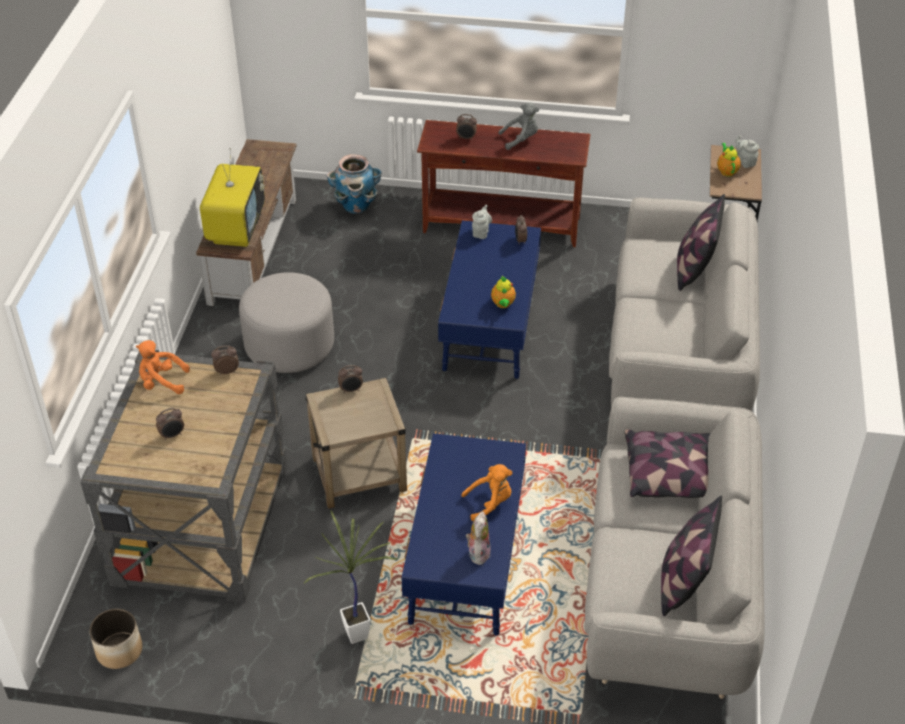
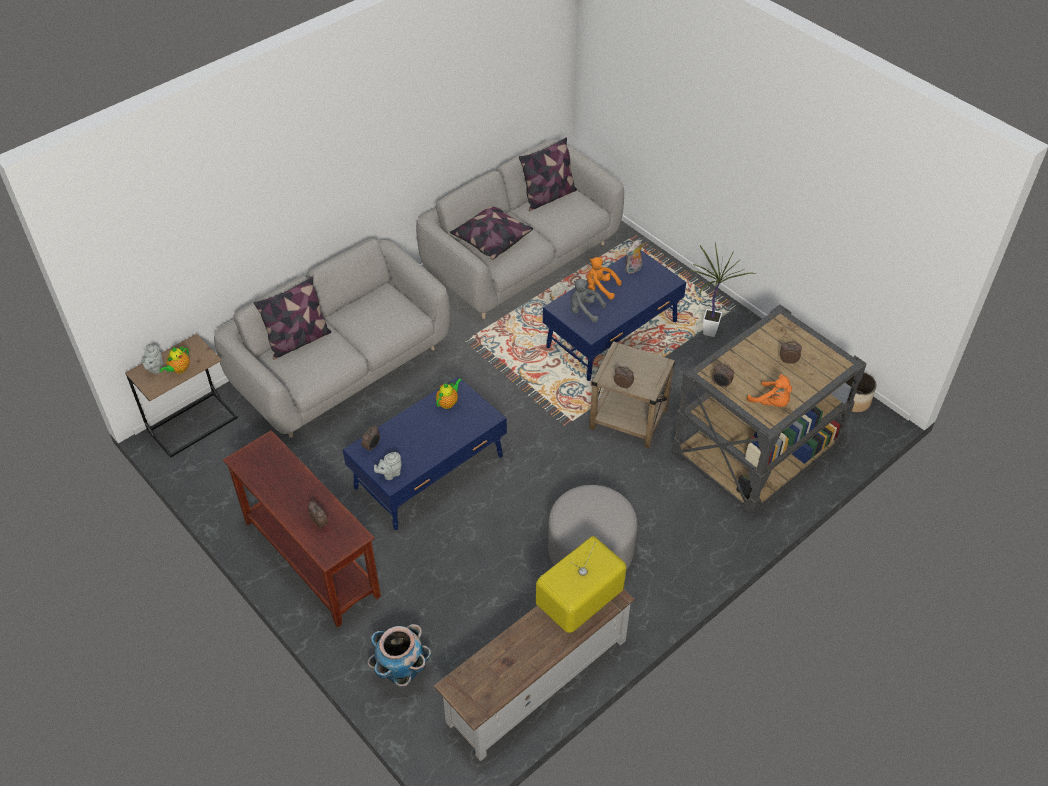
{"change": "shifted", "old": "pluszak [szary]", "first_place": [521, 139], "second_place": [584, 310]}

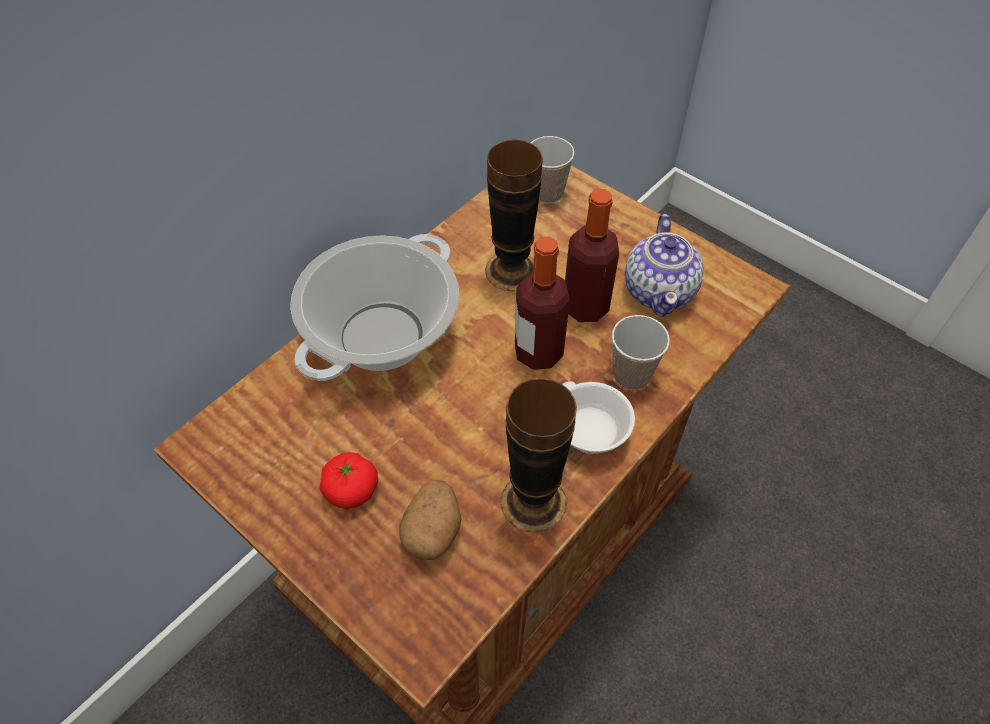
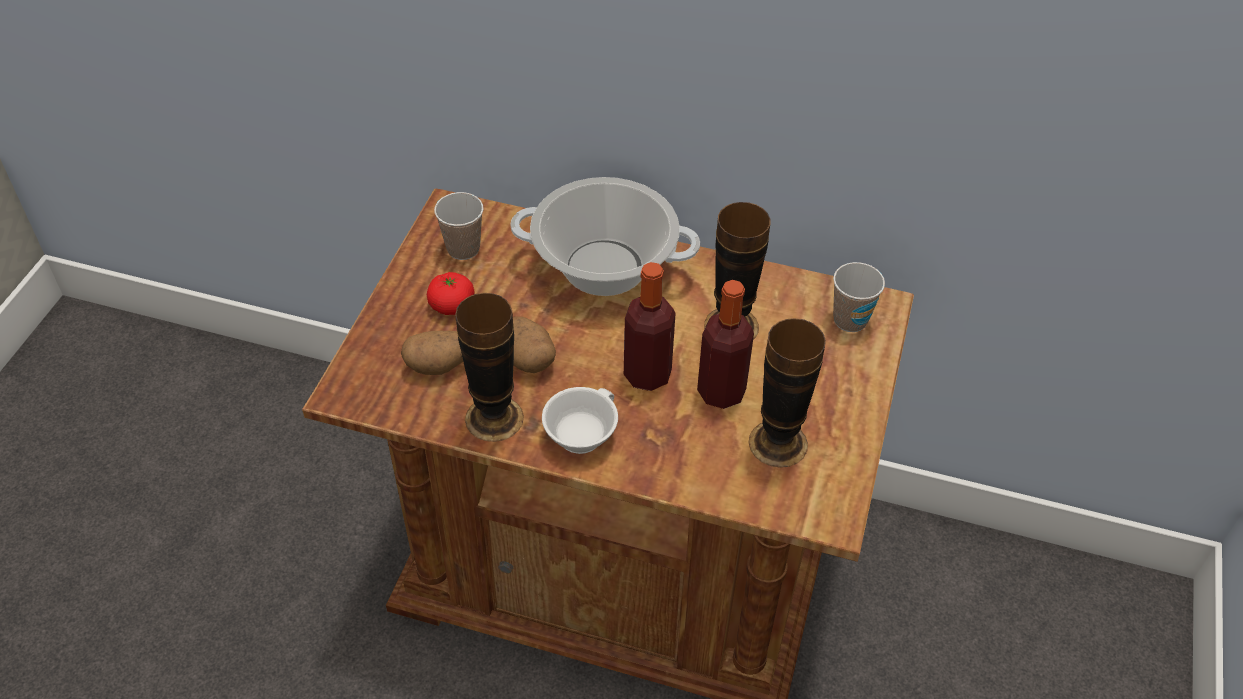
{"change": "shifted", "old": "filiżanka", "first_place": [631, 375], "second_place": [463, 249]}
{"change": "swapped", "old": "imbryk", "new": "wazon", "first_place": [660, 291], "second_place": [778, 443]}
{"change": "new", "new": "ziemniak", "second_place": [528, 358]}

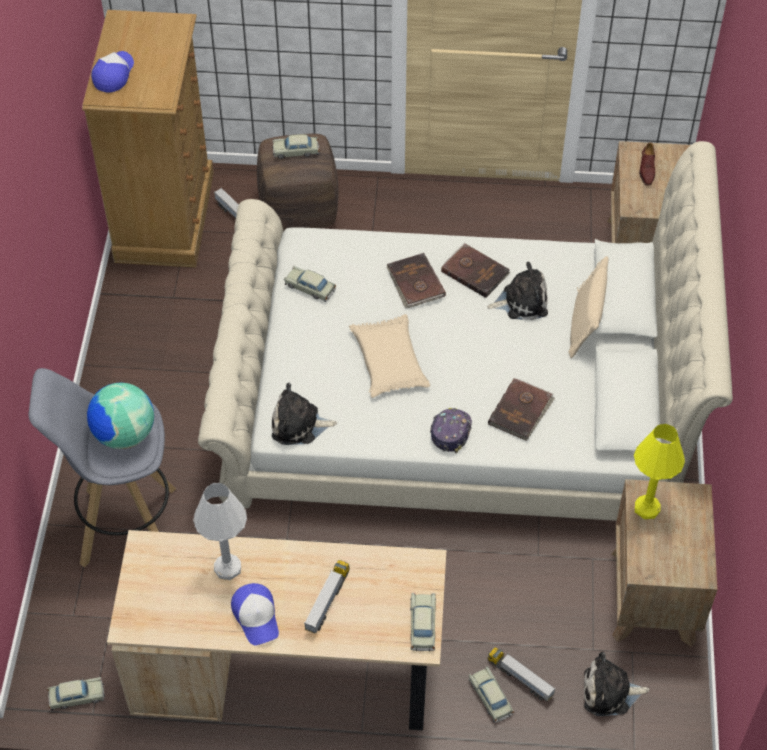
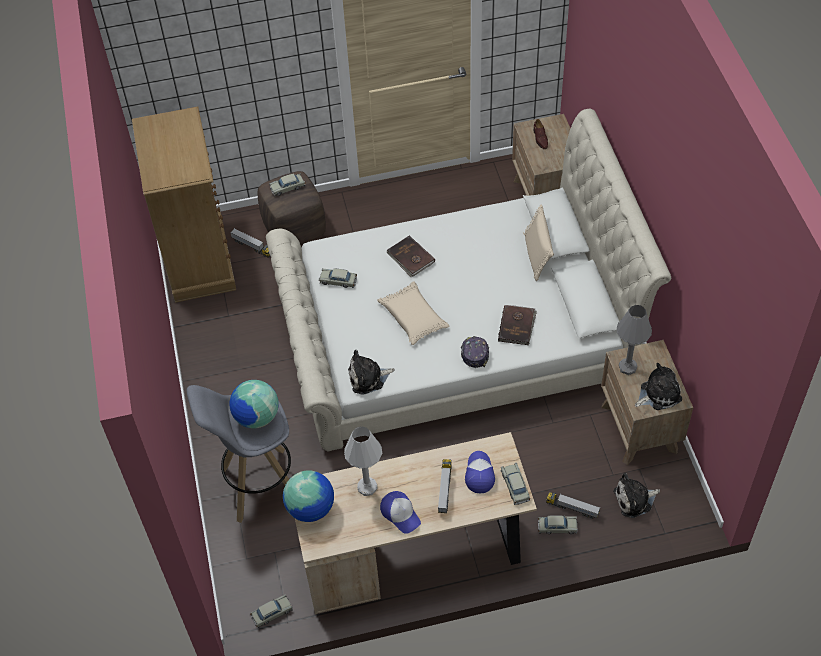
{"change": "shifted", "old": "czapka z daszkiem", "first_place": [113, 74], "second_place": [479, 474]}
{"change": "gone", "old": "książka [brązowy]", "first_place": [475, 271]}
{"change": "rotated", "old": "samochodzik [beżowy]", "first_place": [490, 697], "second_place": [557, 527], "degrees": 135}
{"change": "shifted", "old": "pluszak", "first_place": [521, 301], "second_place": [658, 393]}
{"change": "repainted", "old": "lampa stołowa [żółty]", "new": "lampa stołowa [szary]", "first_place": [646, 508], "second_place": [627, 367]}
{"change": "new", "new": "globus", "second_place": [311, 508]}

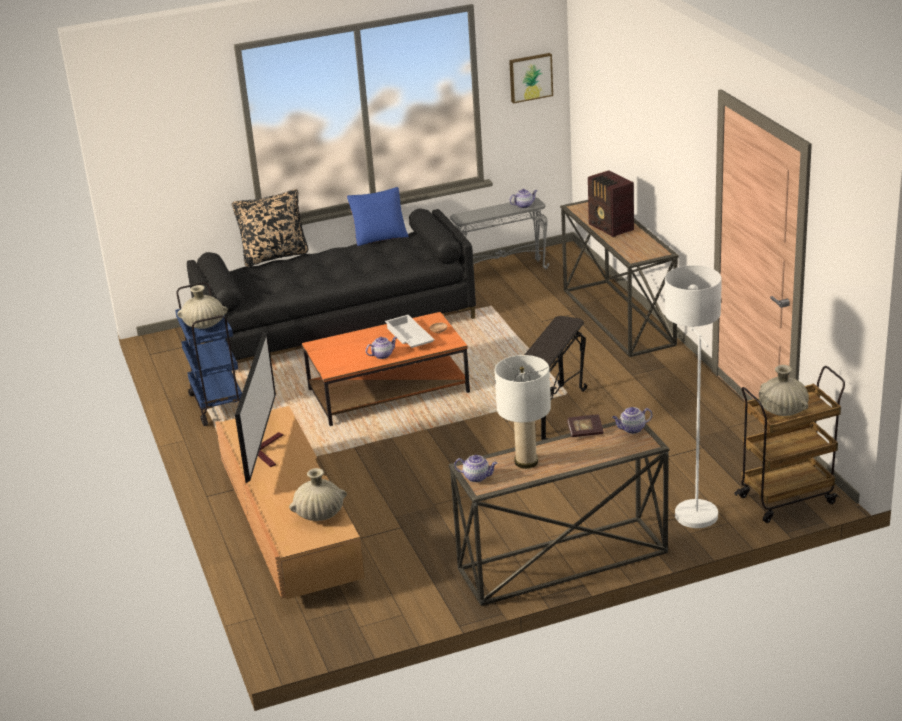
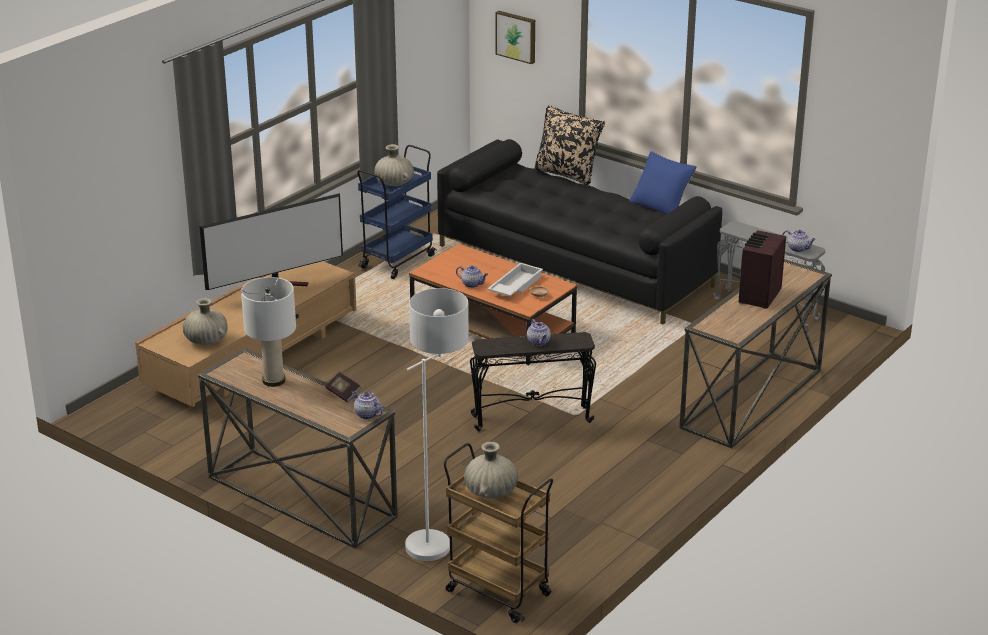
{"change": "shifted", "old": "imbryk", "first_place": [477, 477], "second_place": [539, 342]}
{"change": "shifted", "old": "obraz", "first_place": [530, 77], "second_place": [516, 36]}

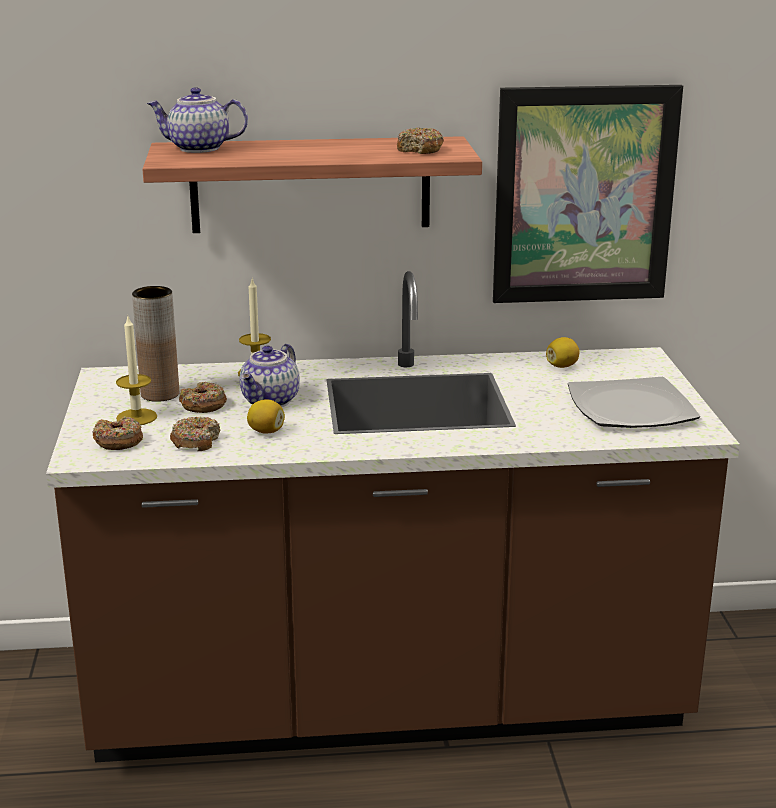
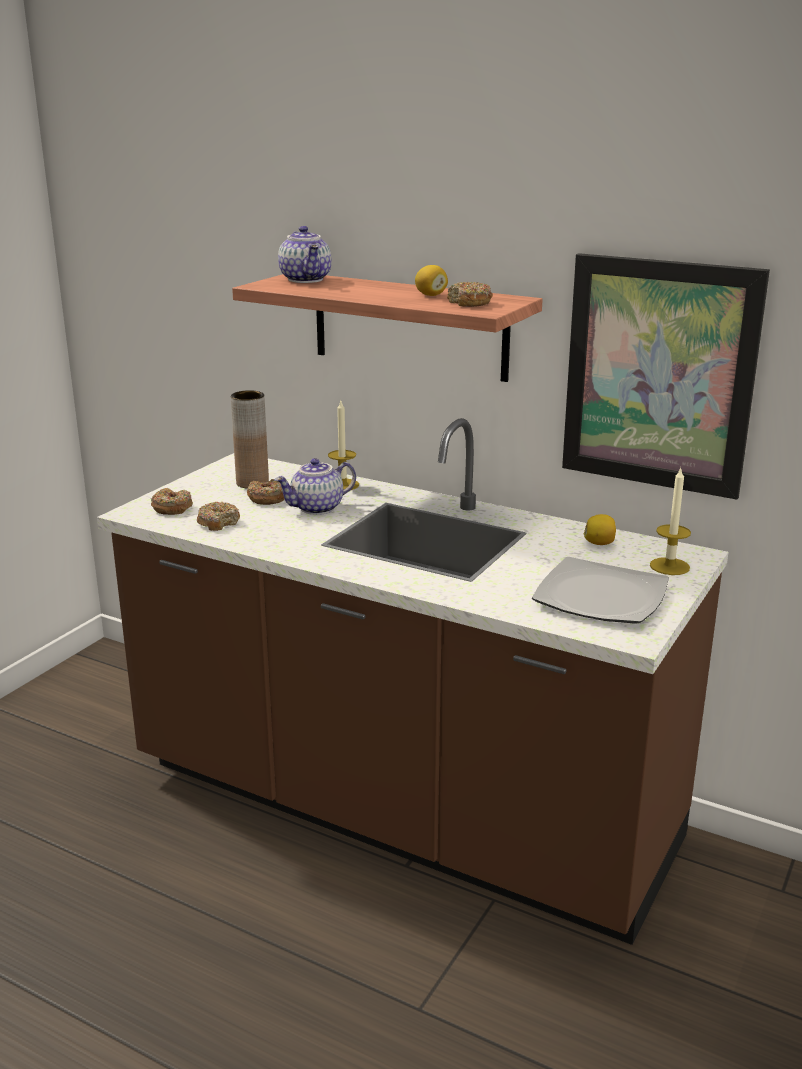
{"change": "shifted", "old": "świeca", "first_place": [136, 417], "second_place": [669, 566]}
{"change": "rotated", "old": "imbryk", "first_place": [198, 149], "second_place": [307, 279], "degrees": -150}
{"change": "shifted", "old": "cytryna", "first_place": [266, 431], "second_place": [430, 295]}

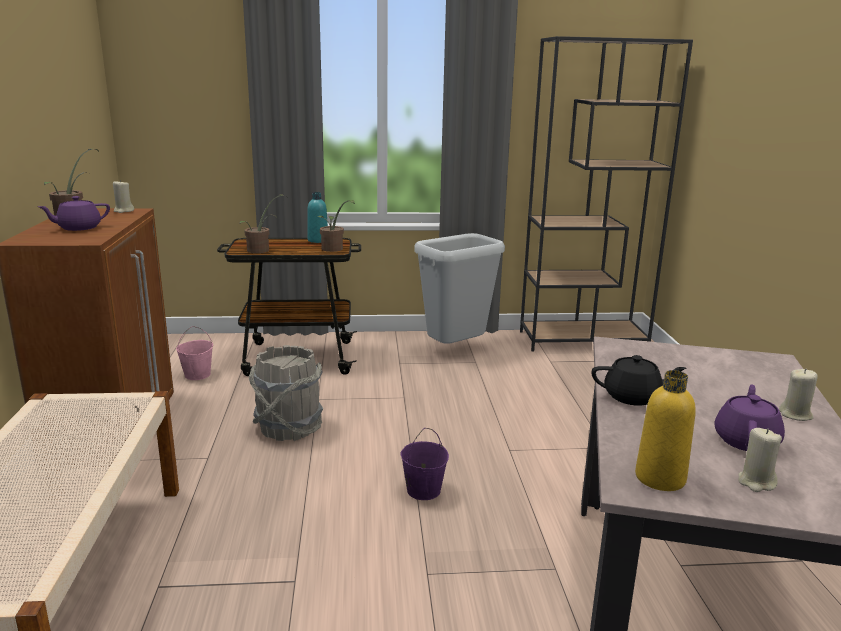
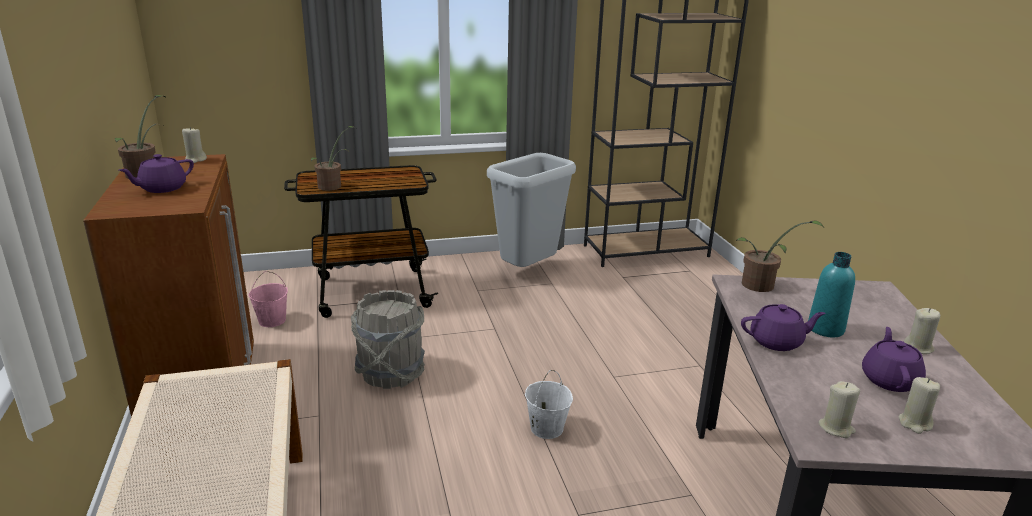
{"change": "shifted", "old": "butelka [turkusowy]", "first_place": [318, 240], "second_place": [825, 329]}
{"change": "shifted", "old": "roślina doniczkowa", "first_place": [333, 249], "second_place": [762, 286]}
{"change": "repainted", "old": "wiadro [fioletowy]", "new": "wiadro [biały]", "first_place": [423, 490], "second_place": [546, 428]}
{"change": "repainted", "old": "imbryk [czarny]", "new": "imbryk [fioletowy]", "first_place": [633, 397], "second_place": [777, 342]}
{"change": "swapped", "old": "butelka [żółty]", "new": "świeca [beżowy]", "first_place": [660, 478], "second_place": [836, 428]}

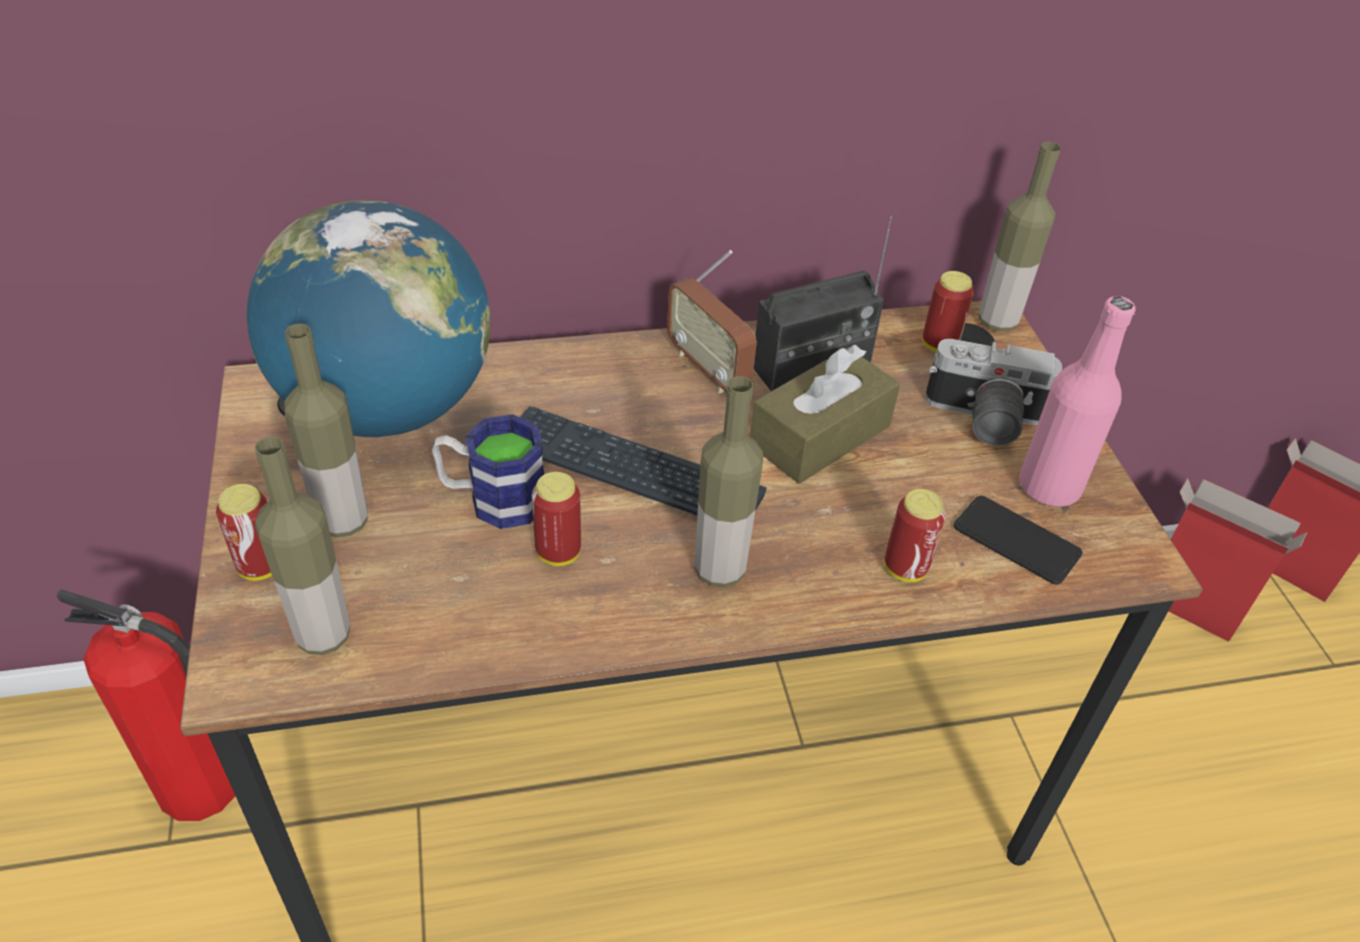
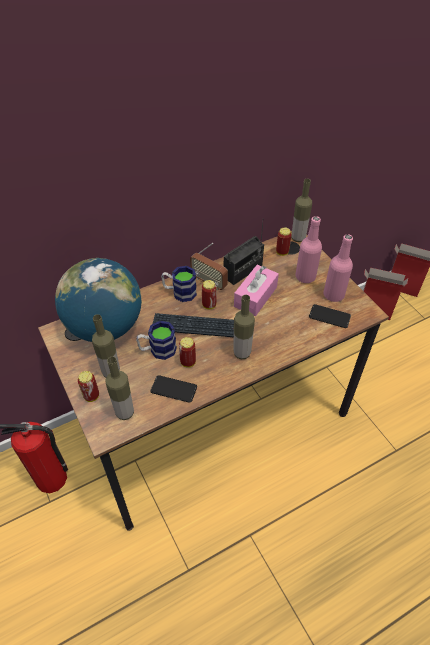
{"change": "repainted", "old": "pudełko chusteczek [brązowy]", "new": "pudełko chusteczek [różowy]", "first_place": [820, 435], "second_place": [255, 297]}
{"change": "shifted", "old": "puszka", "first_place": [905, 569], "second_place": [209, 305]}
{"change": "swapped", "old": "aparat fotograficzny", "new": "butelka [różowy]", "first_place": [982, 420], "second_place": [305, 277]}
{"change": "new", "new": "telefon", "second_place": [174, 389]}
{"change": "new", "new": "kubek", "second_place": [179, 292]}

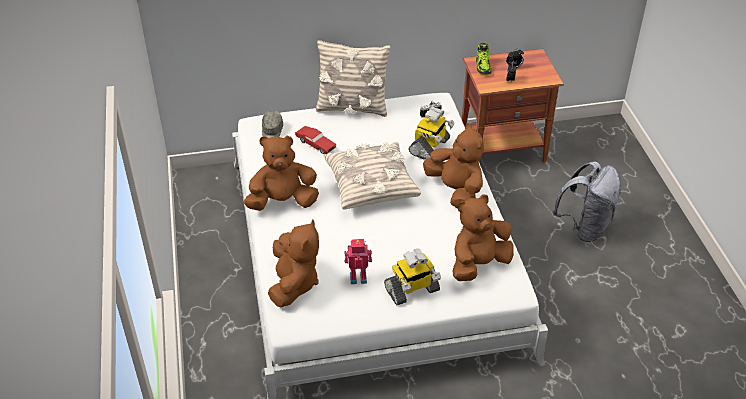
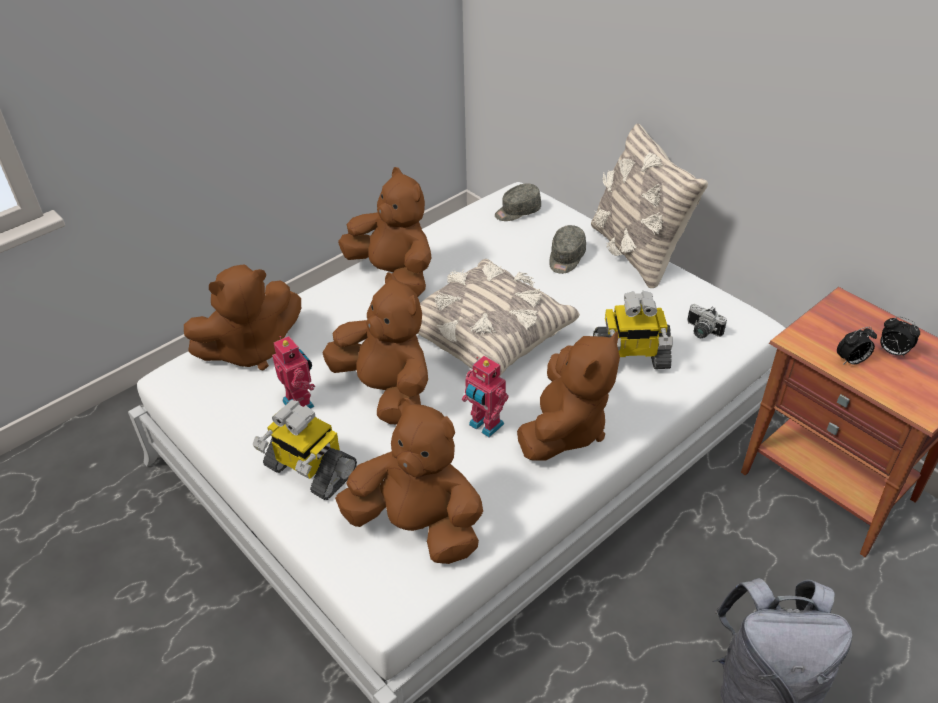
{"change": "gone", "old": "samochodzik [czerwony]", "first_place": [315, 144]}
{"change": "gone", "old": "but", "first_place": [483, 66]}
{"change": "new", "new": "pluszak [brązowy]", "second_place": [386, 391]}
{"change": "new", "new": "robot zabawkowy", "second_place": [485, 426]}
{"change": "new", "new": "czapka z daszkiem [szary]", "second_place": [566, 258]}

